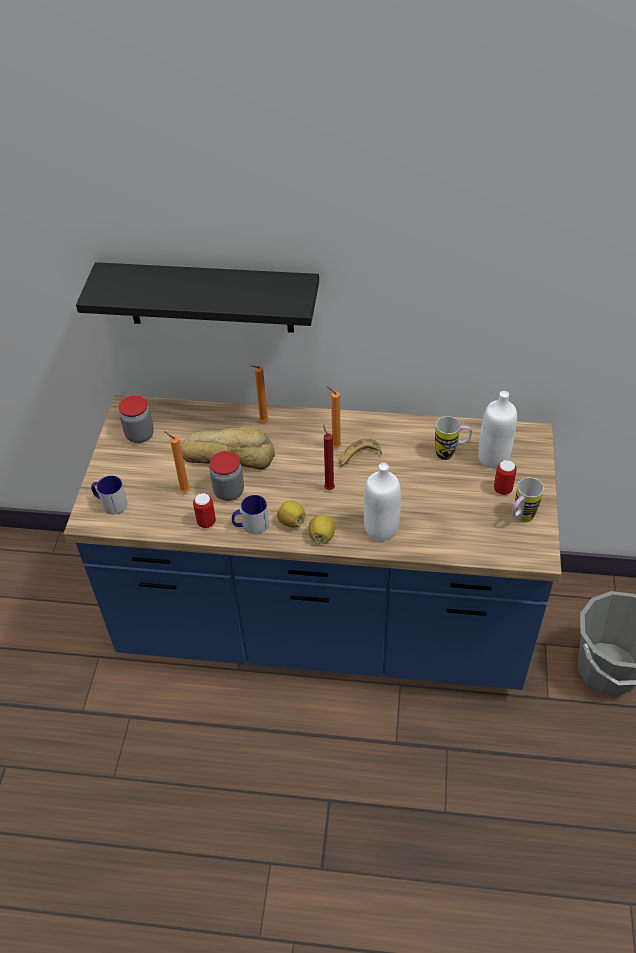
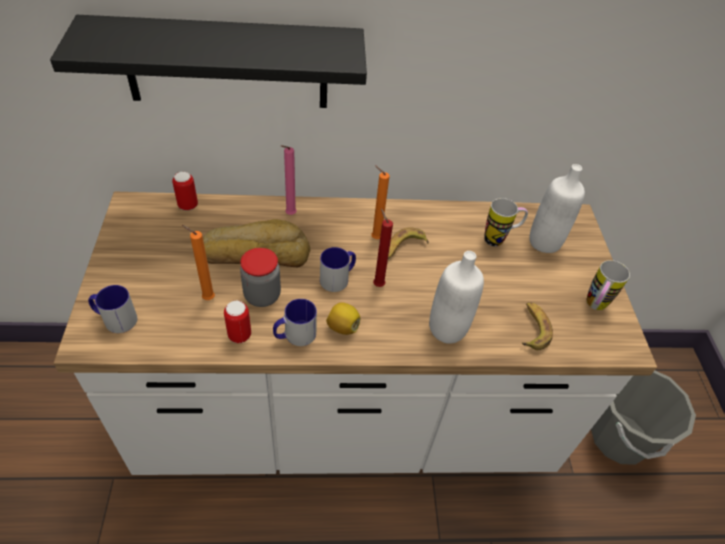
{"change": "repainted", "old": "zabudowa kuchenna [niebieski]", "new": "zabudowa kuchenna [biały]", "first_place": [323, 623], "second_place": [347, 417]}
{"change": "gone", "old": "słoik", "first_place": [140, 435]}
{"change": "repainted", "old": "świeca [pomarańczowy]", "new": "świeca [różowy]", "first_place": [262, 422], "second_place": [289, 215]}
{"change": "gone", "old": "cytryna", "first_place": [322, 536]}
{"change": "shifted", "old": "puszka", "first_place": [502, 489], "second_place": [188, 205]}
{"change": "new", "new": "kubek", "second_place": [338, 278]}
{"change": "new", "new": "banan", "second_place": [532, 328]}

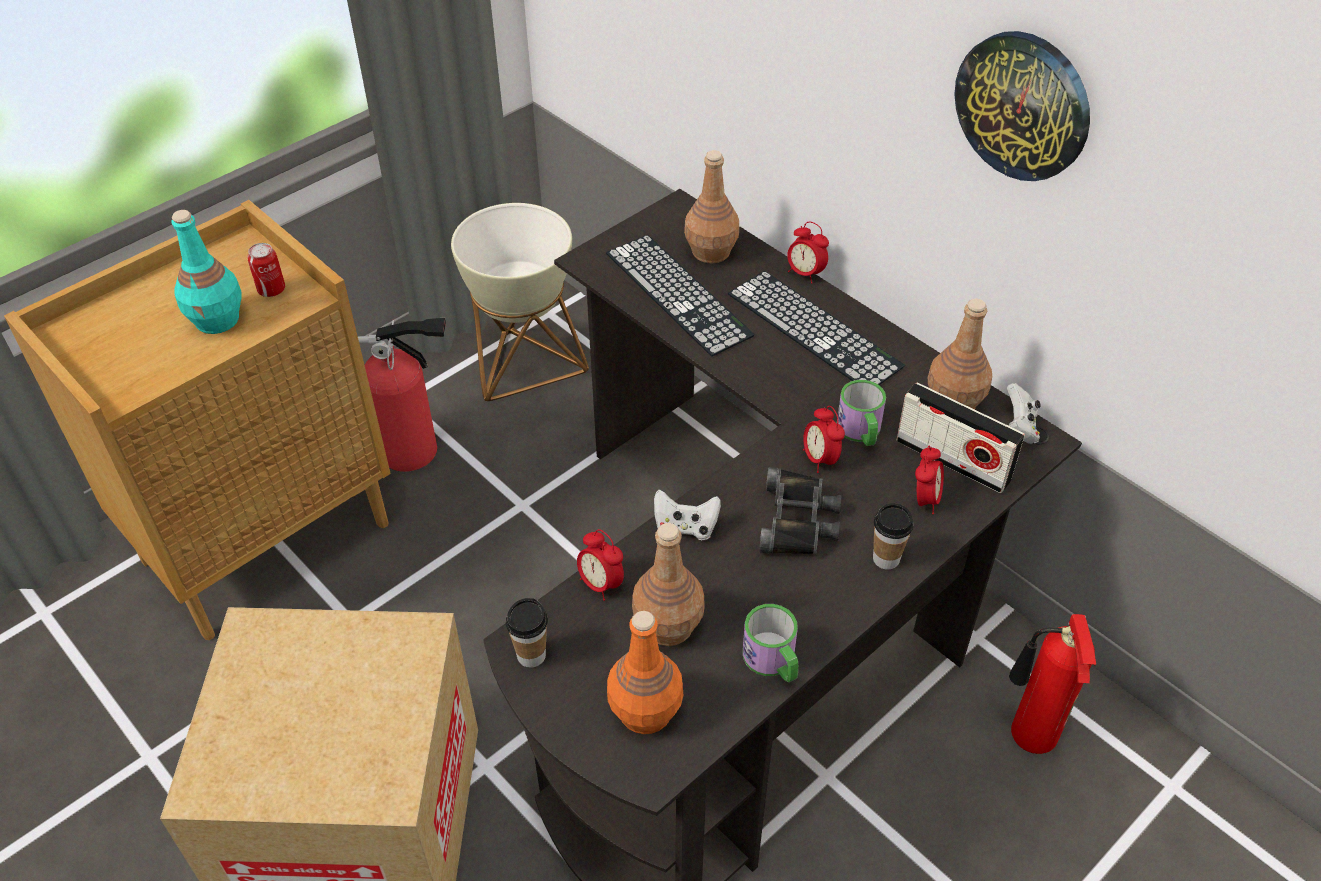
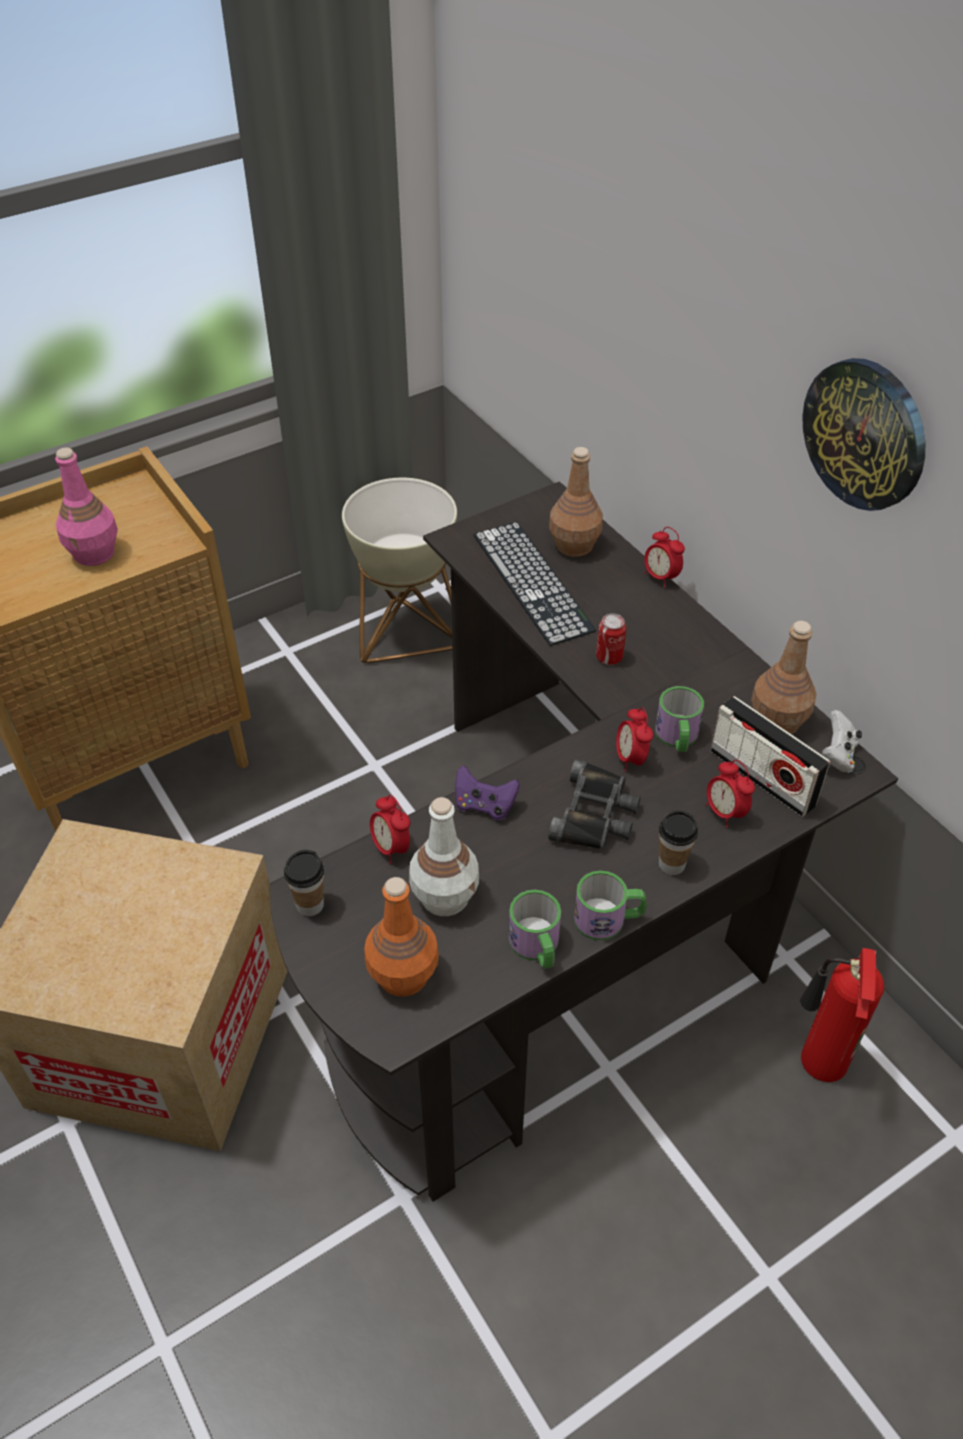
{"change": "repainted", "old": "butelka [turkusowy]", "new": "butelka [różowy]", "first_place": [218, 320], "second_place": [95, 553]}
{"change": "shifted", "old": "puszka", "first_place": [271, 290], "second_place": [609, 657]}
{"change": "gone", "old": "gaśnica", "first_place": [415, 450]}
{"change": "repainted", "old": "butelka [brązowy]", "new": "butelka [biały]", "first_place": [668, 625], "second_place": [445, 896]}
{"change": "repainted", "old": "pad do gier [biały]", "new": "pad do gier [fioletowy]", "first_place": [685, 527], "second_place": [484, 805]}
{"change": "gone", "old": "klawiatura", "first_place": [814, 330]}
{"change": "rotated", "old": "budzik", "first_place": [925, 499], "second_place": [724, 812], "degrees": 120}
{"change": "new", "new": "kubek", "second_place": [608, 919]}

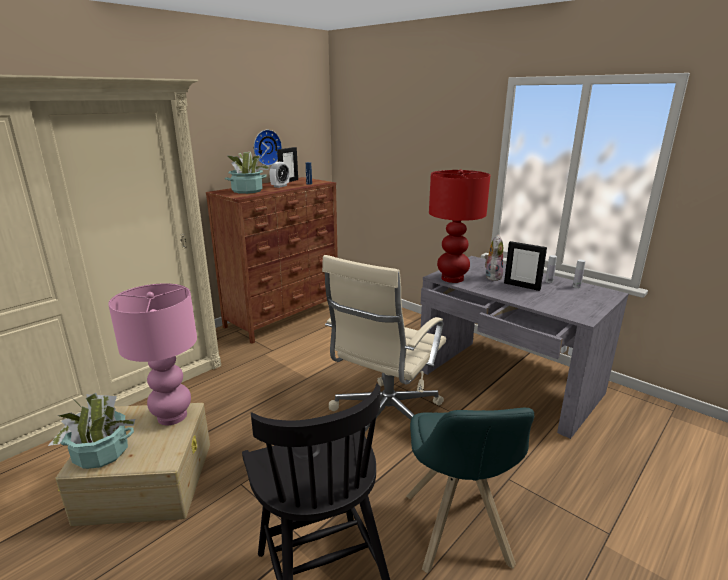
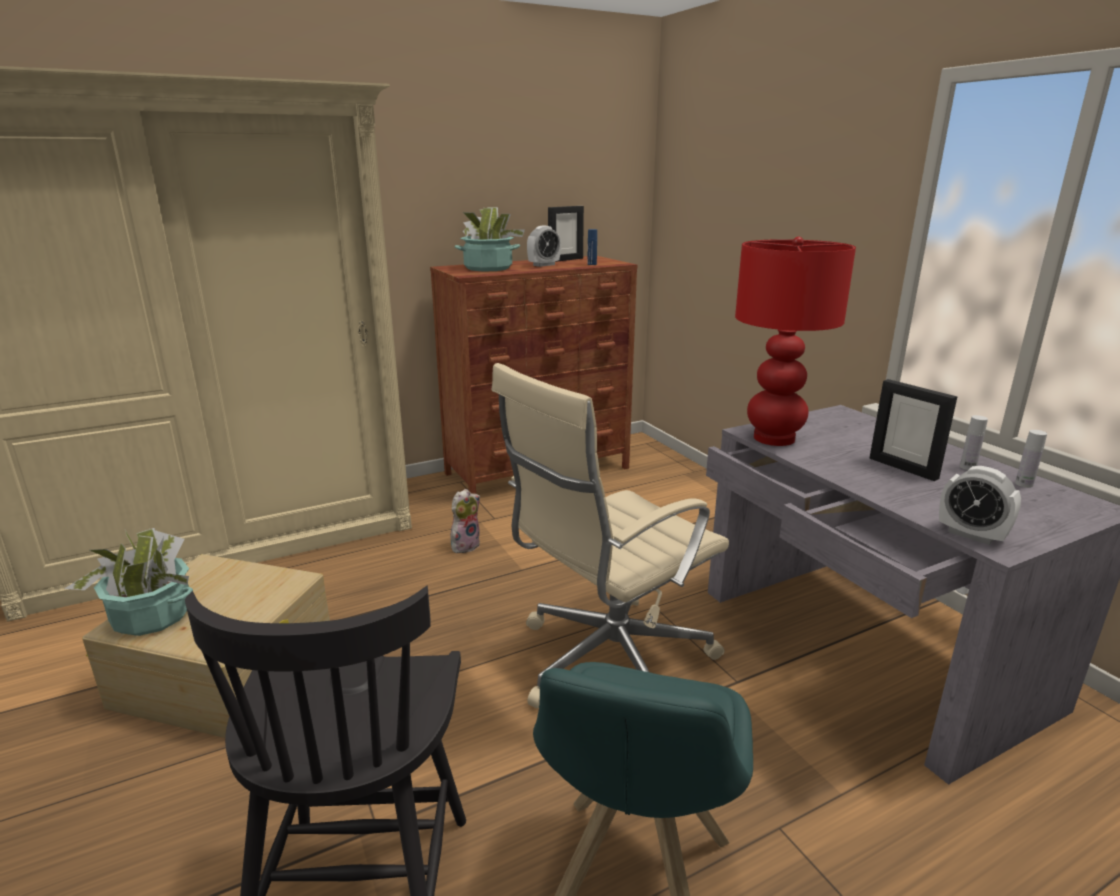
{"change": "gone", "old": "lampa stołowa [różowy]", "first_place": [172, 416]}
{"change": "gone", "old": "zegar ścienny", "first_place": [266, 147]}
{"change": "shifted", "old": "pluszak", "first_place": [492, 276], "second_place": [465, 545]}
{"change": "new", "new": "budzik", "second_place": [971, 535]}

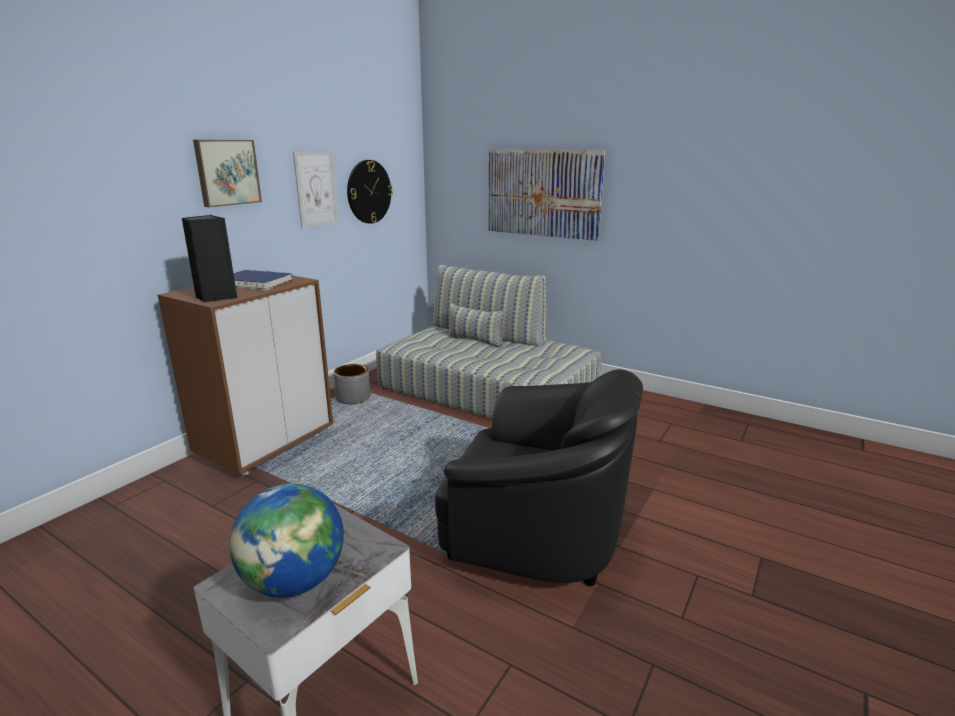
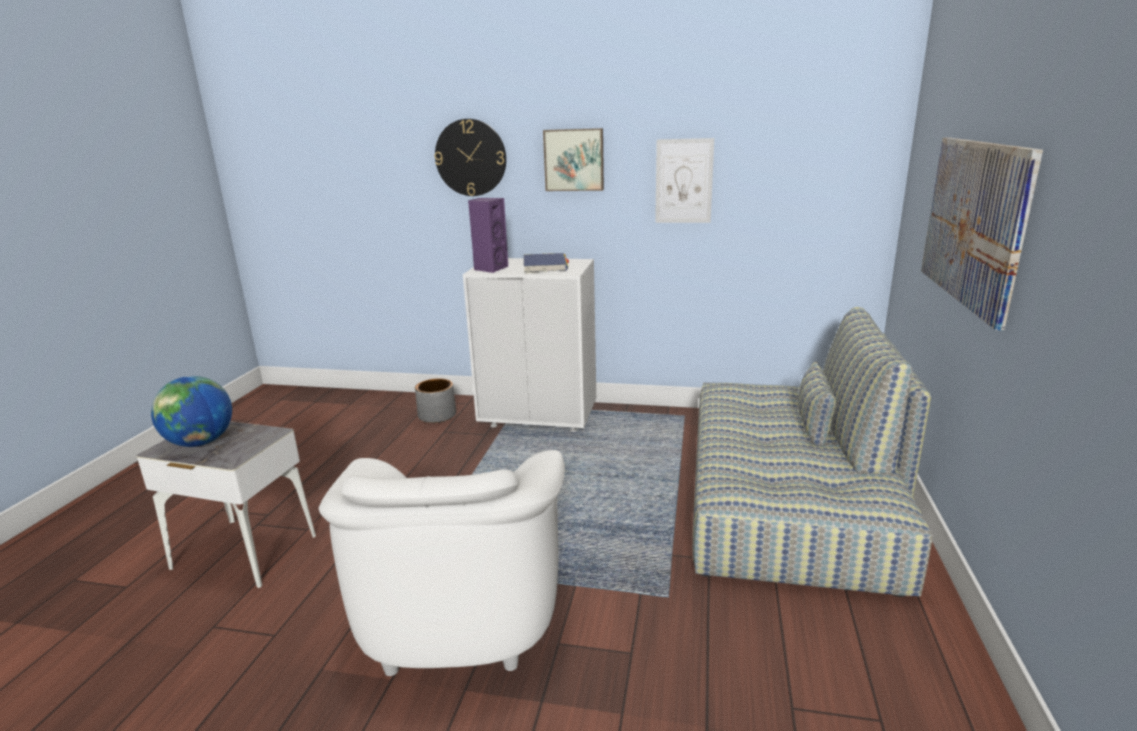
{"change": "repainted", "old": "szafka [brązowy]", "new": "szafka [biały]", "first_place": [267, 446], "second_place": [539, 418]}
{"change": "repainted", "old": "głośnik [czarny]", "new": "głośnik [fioletowy]", "first_place": [216, 297], "second_place": [490, 269]}
{"change": "shifted", "old": "donica [szary]", "first_place": [353, 398], "second_place": [437, 416]}
{"change": "shifted", "old": "zegar ścienny", "first_place": [369, 192], "second_place": [470, 157]}
{"change": "repainted", "old": "fotel [czarny]", "new": "fotel [biały]", "first_place": [534, 536], "second_place": [461, 611]}

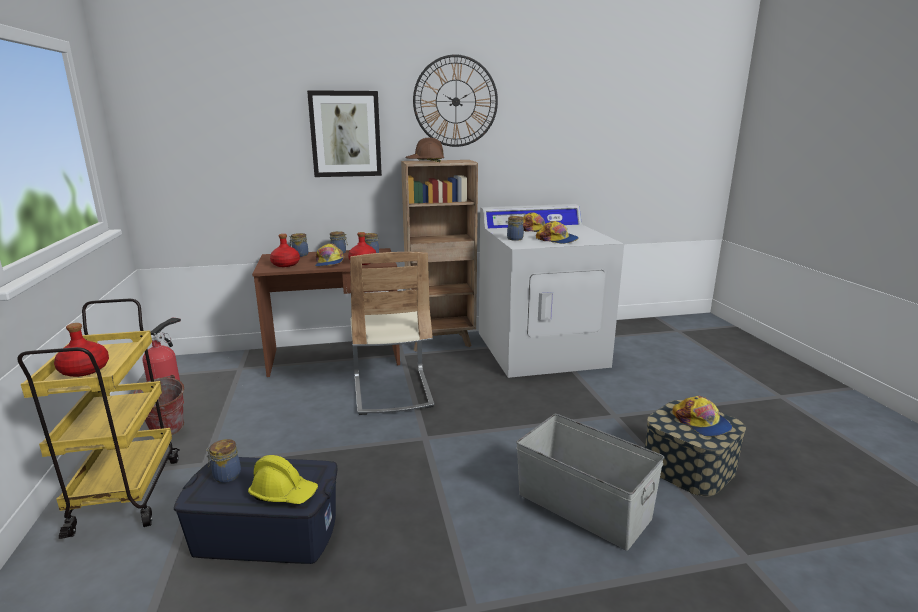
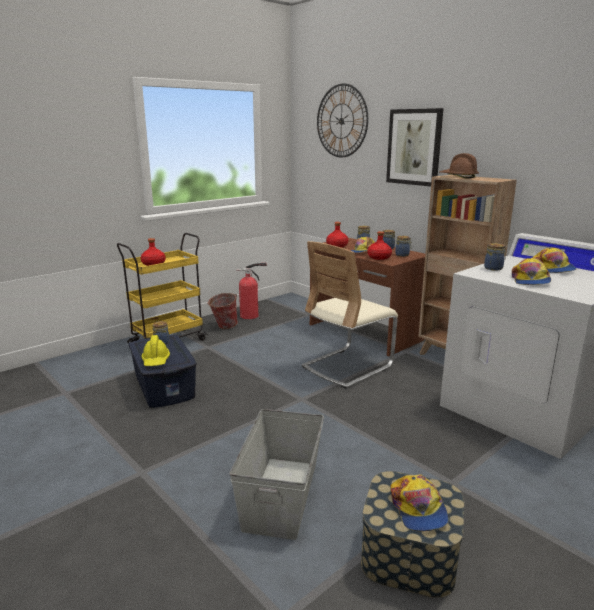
{"change": "shifted", "old": "zegar ścienny", "first_place": [455, 101], "second_place": [341, 121]}
{"change": "rotated", "old": "czapka z daszkiem", "first_place": [701, 423], "second_place": [418, 509], "degrees": -45}

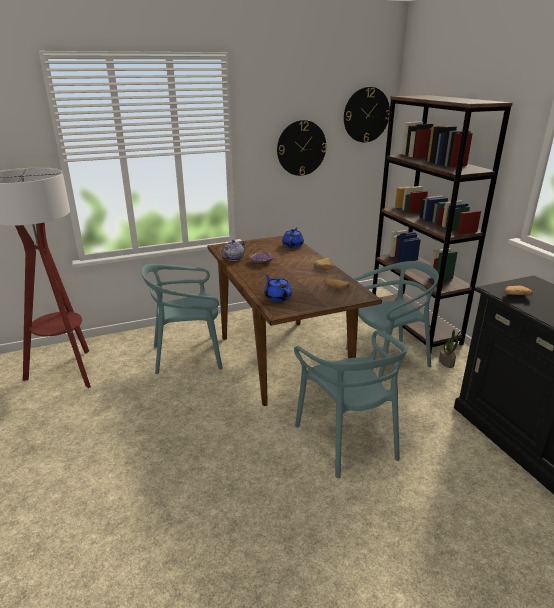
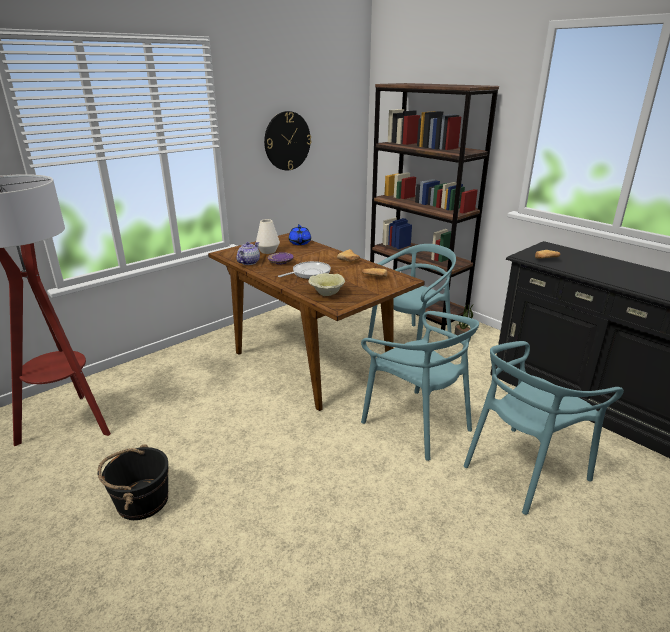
{"change": "shifted", "old": "krzesło [turkusowy]", "first_place": [188, 355], "second_place": [523, 469]}
{"change": "swapped", "old": "imbryk [niebieski]", "new": "miska [beżowy]", "first_place": [277, 297], "second_place": [326, 293]}
{"change": "gone", "old": "zegar ścienny", "first_place": [366, 115]}
{"change": "new", "new": "wiadro [czarny]", "second_place": [141, 501]}
{"change": "new", "new": "wazon [biały]", "second_place": [268, 251]}
{"change": "new", "new": "patelnia", "second_place": [309, 273]}

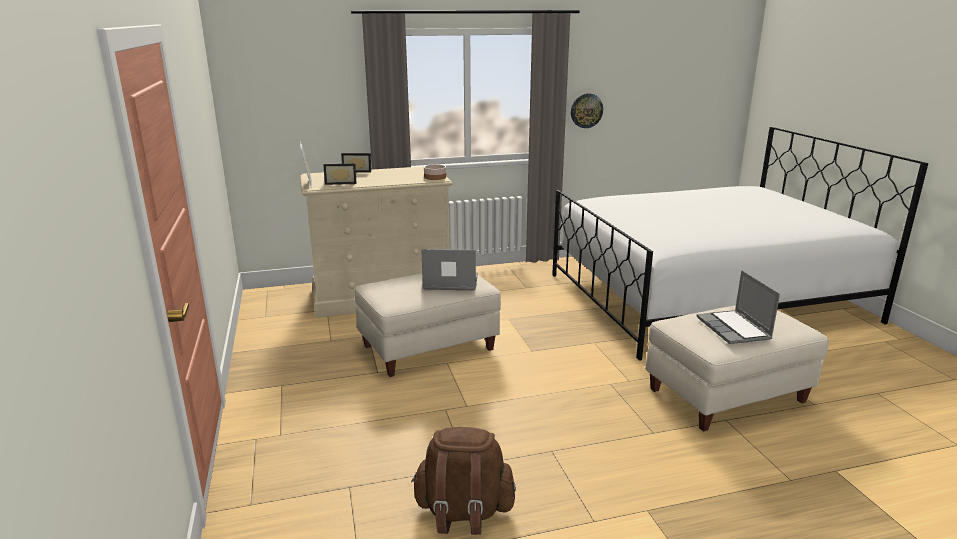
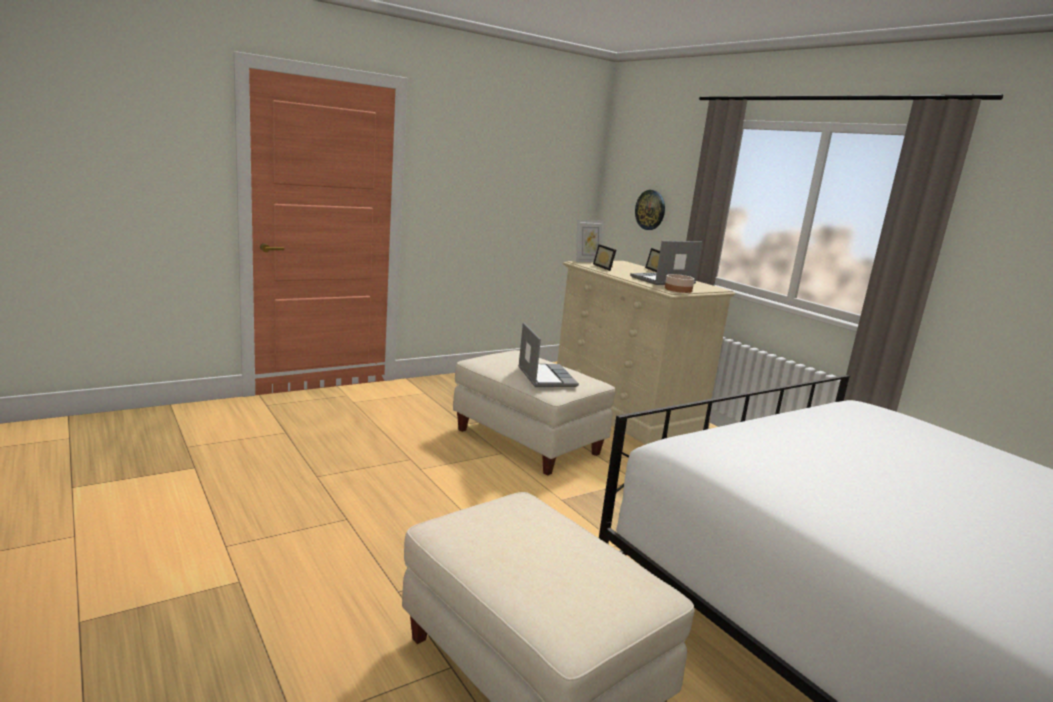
{"change": "gone", "old": "plecak [brązowy]", "first_place": [463, 512]}
{"change": "shifted", "old": "zegar ścienny", "first_place": [586, 110], "second_place": [650, 210]}
{"change": "shifted", "old": "laptop", "first_place": [734, 329], "second_place": [662, 281]}

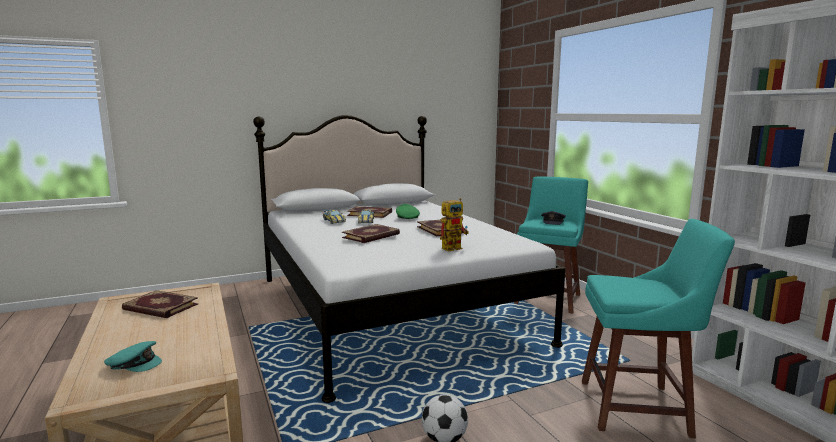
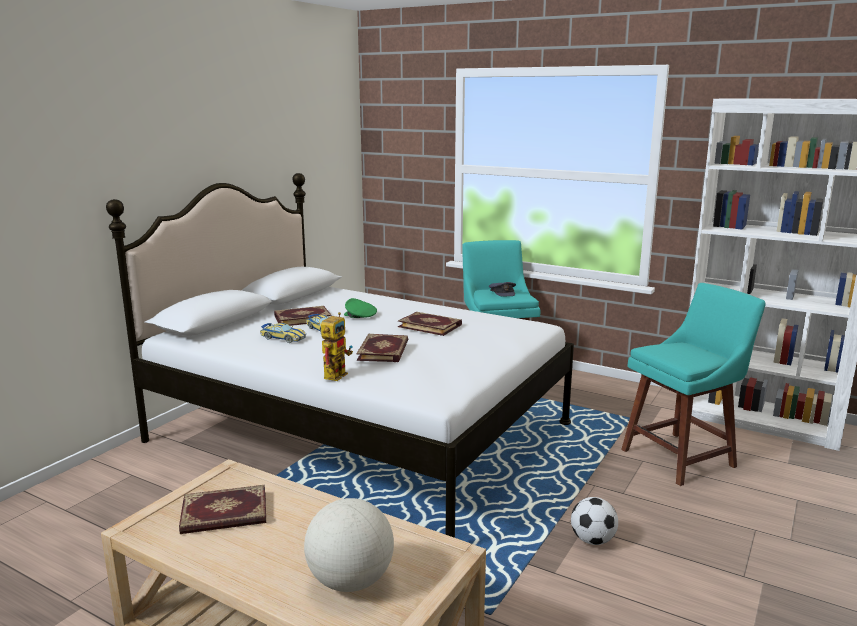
{"change": "swapped", "old": "czapka z daszkiem [turkusowy]", "new": "globus", "first_place": [135, 363], "second_place": [350, 581]}
{"change": "shifted", "old": "robot zabawkowy", "first_place": [454, 247], "second_place": [336, 373]}

